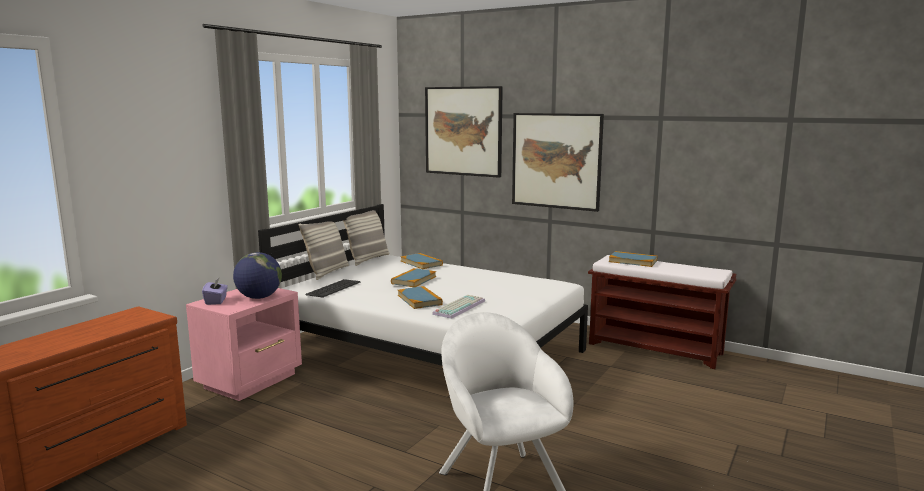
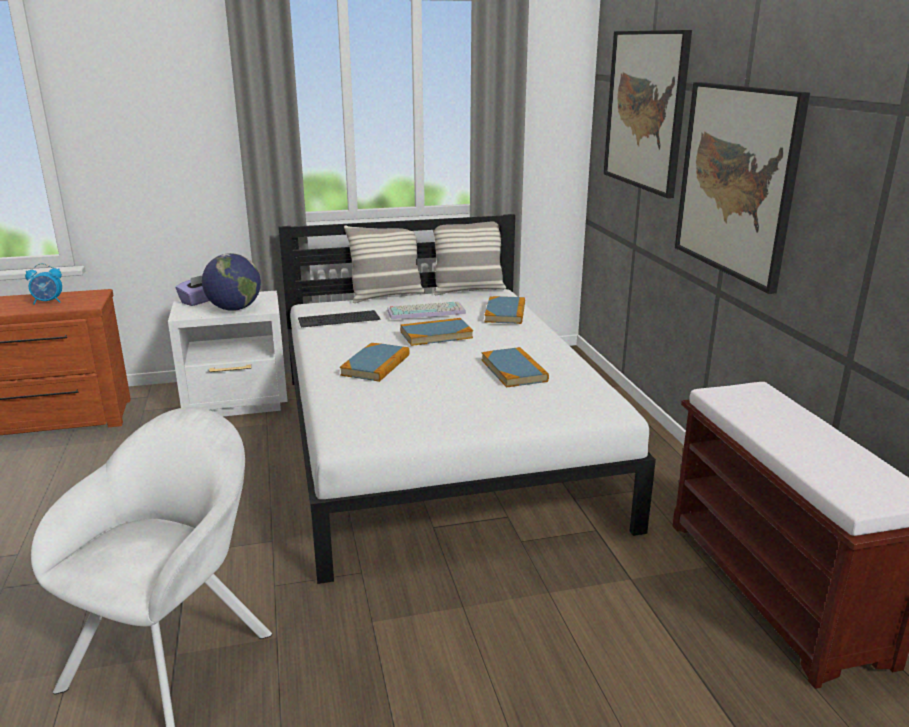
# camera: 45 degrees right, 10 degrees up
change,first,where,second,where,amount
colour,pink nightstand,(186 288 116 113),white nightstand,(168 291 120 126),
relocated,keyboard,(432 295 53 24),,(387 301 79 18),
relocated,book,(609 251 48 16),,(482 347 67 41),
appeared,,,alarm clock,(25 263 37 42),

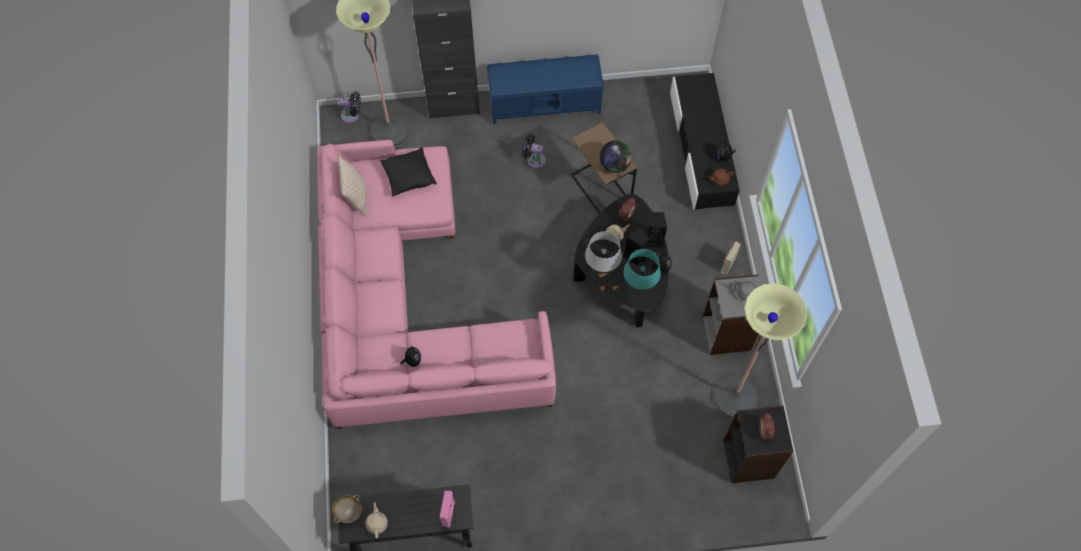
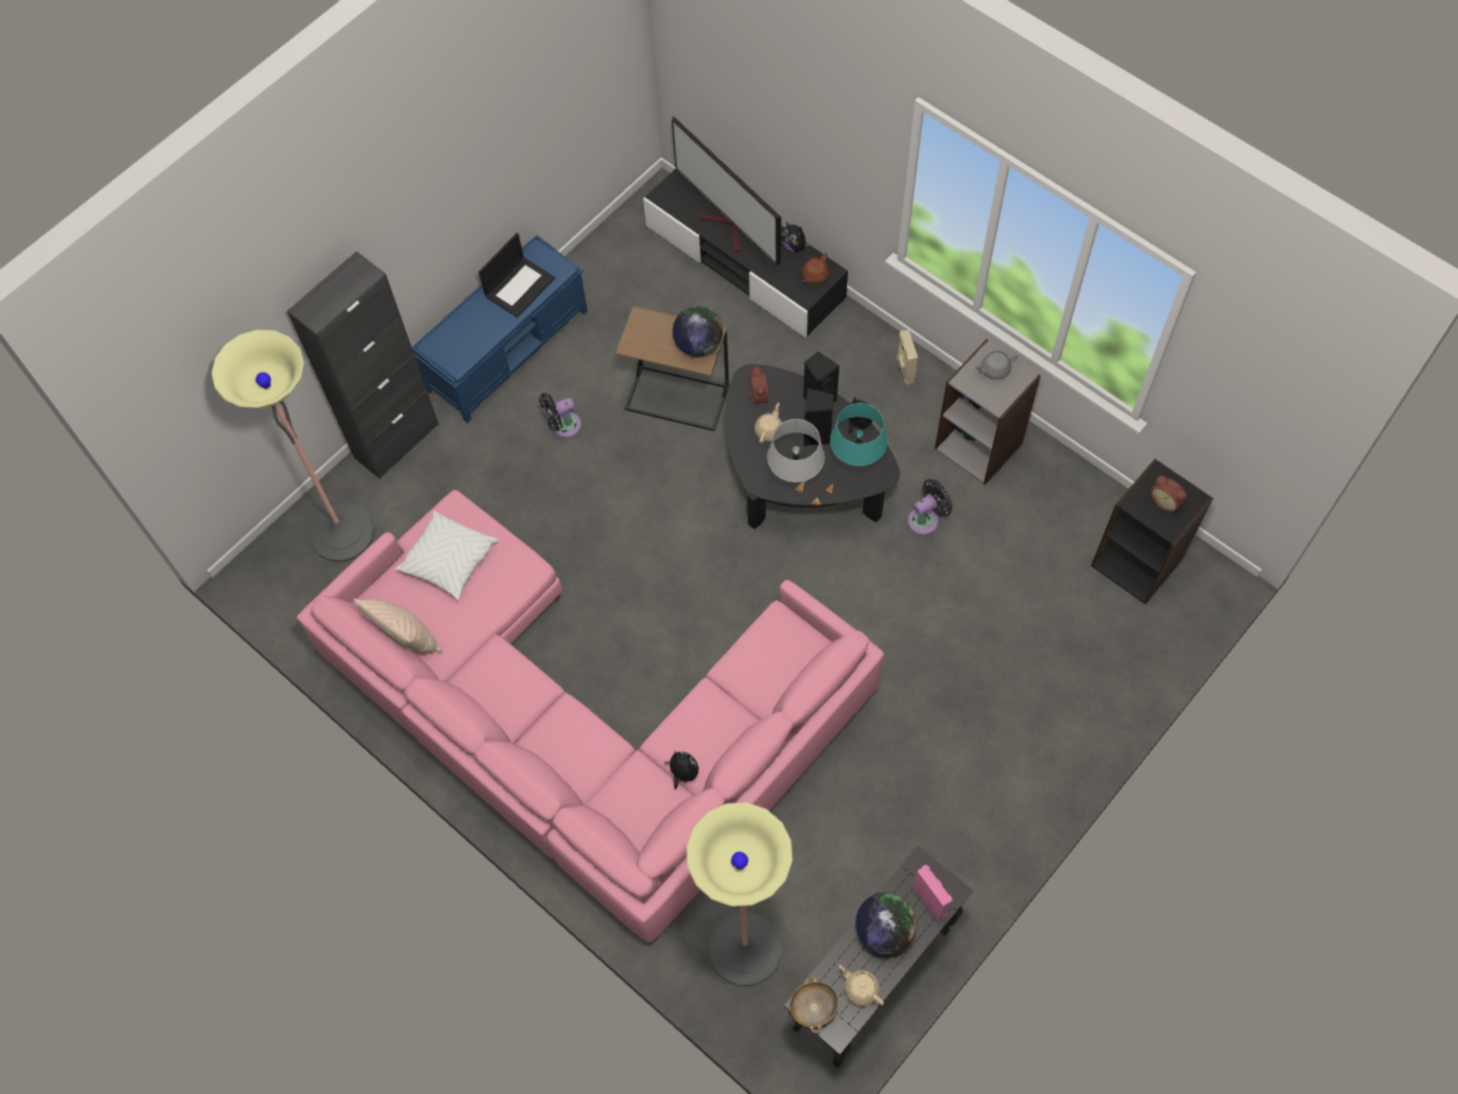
# camera: 40 degrees left, 0 degrees up
change,first,where,second,where,amount
relocated,black fan,(339 92 22 31),,(908 479 44 56),
colour,black pillow,(380 147 57 50),white pillow,(395 511 103 89),
relocated,floor lamp,(714 283 93 135),,(686 802 107 184),
appeared,,,laptop,(479 233 76 85),
appeared,,,television,(672 116 109 148),
appeared,,,globe,(856 892 61 63),

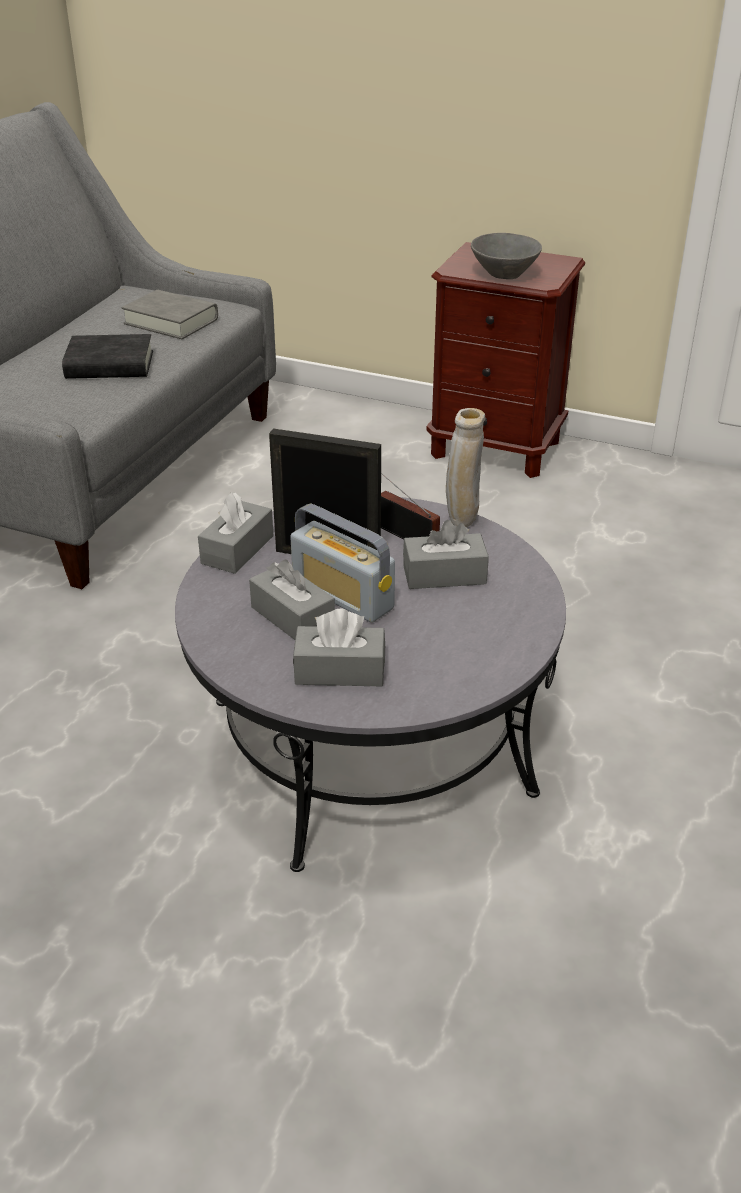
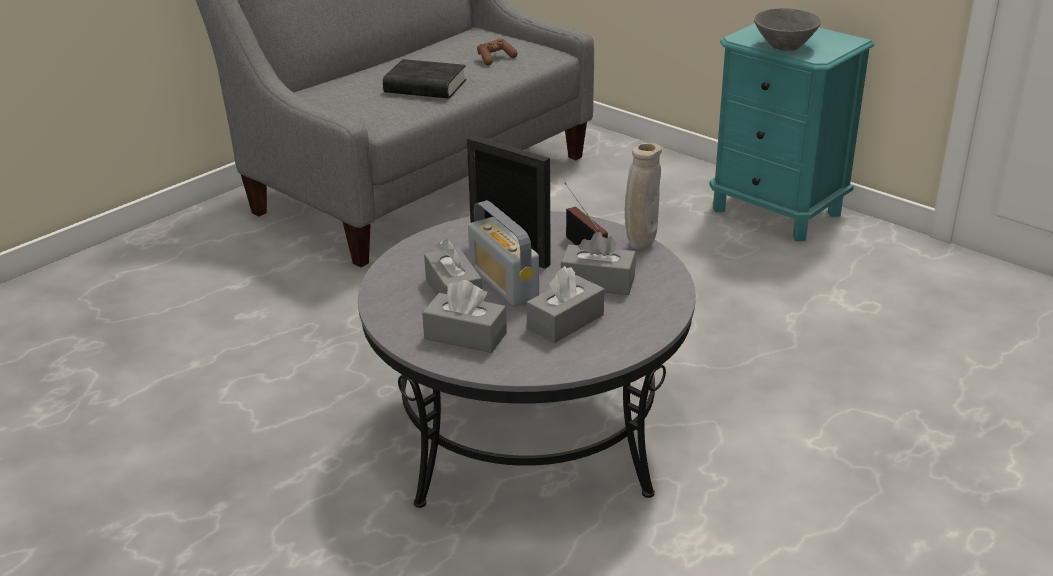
# camera: 20 degrees right, 5 degrees down
change,first,where,second,where,amount
exchanged,grey book,(121 290 97 49),brown game controller,(477 39 41 27),
relocated,grey tissue box,(198 492 76 82),,(526 266 78 77),
colour,brown nightstand,(426 242 159 236),turquoise nightstand,(709 24 165 217),

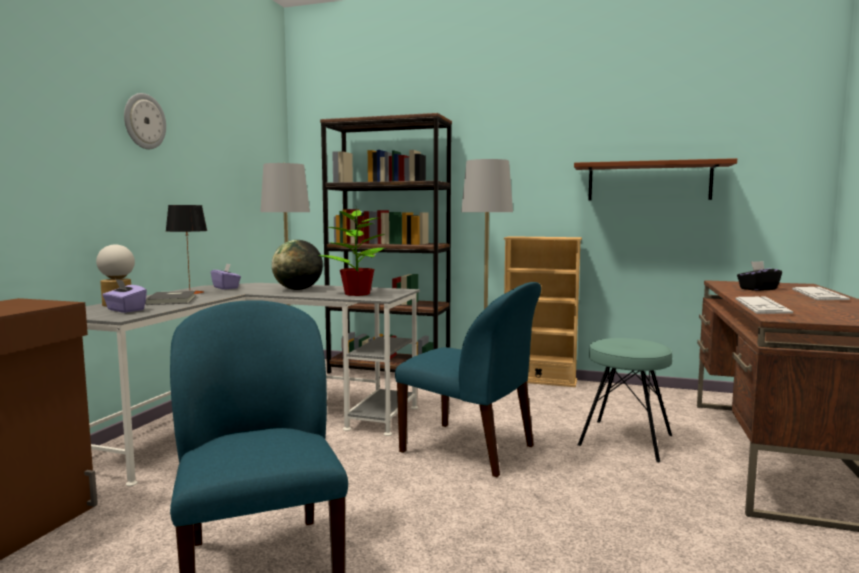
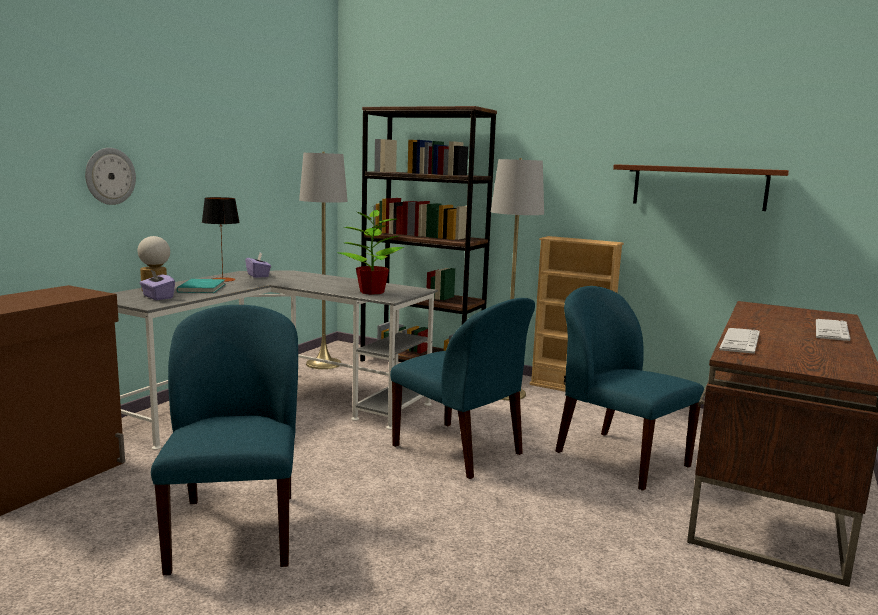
# camera: 10 degrees right, 5 degrees up
change,first,where,second,where,amount
relocated,wall clock,(124 93 42 56),,(85 148 51 57),
colour,grey book,(145 291 51 14),turquoise book,(177 279 48 14),
missing,globe,(272 240 51 50),,,
exchanged,turquoise stool,(578 338 94 124),blue chair,(555 286 149 205),
missing,black tissue box,(737 261 45 30),,,

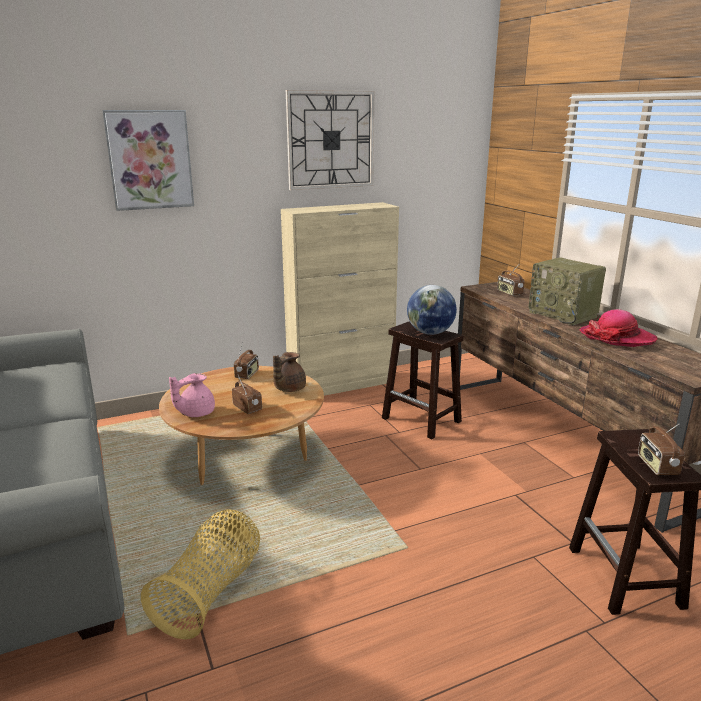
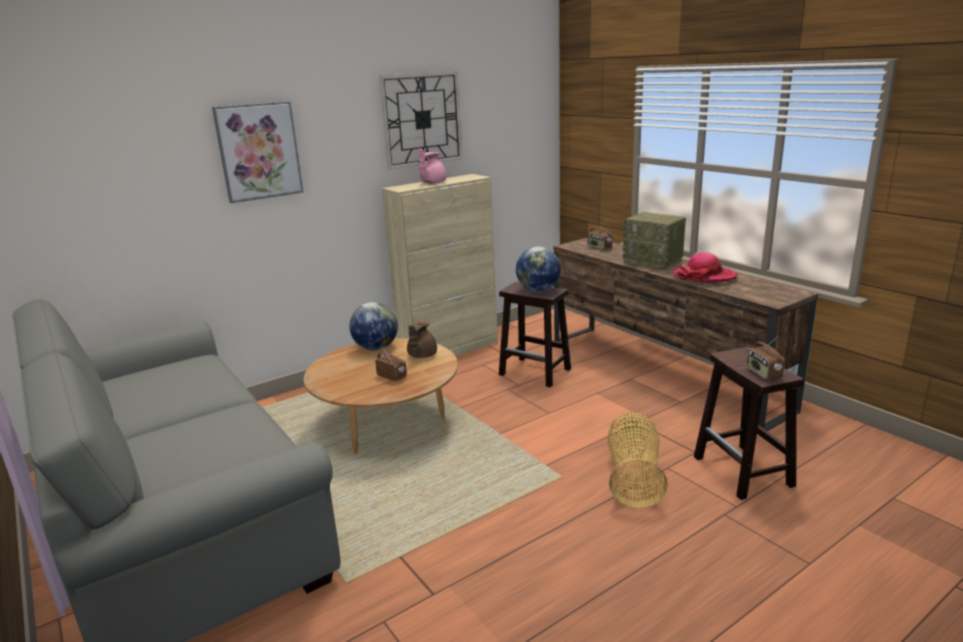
# camera: 10 degrees left, 0 degrees up
change,first,where,second,where,amount
relocated,basket,(141 509 119 131),,(607 412 61 96),
relocated,pink teapot,(169 373 46 44),,(418 149 28 34),
exchanged,radio,(234 342 25 37),globe,(349 302 49 48),

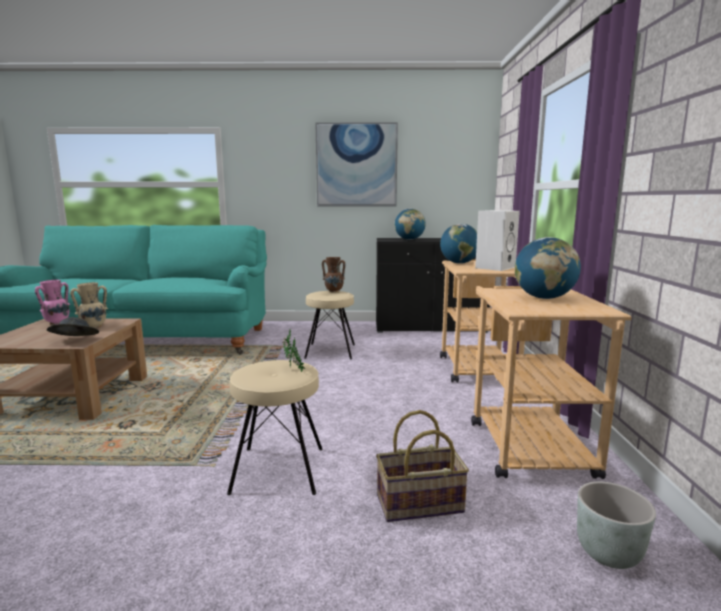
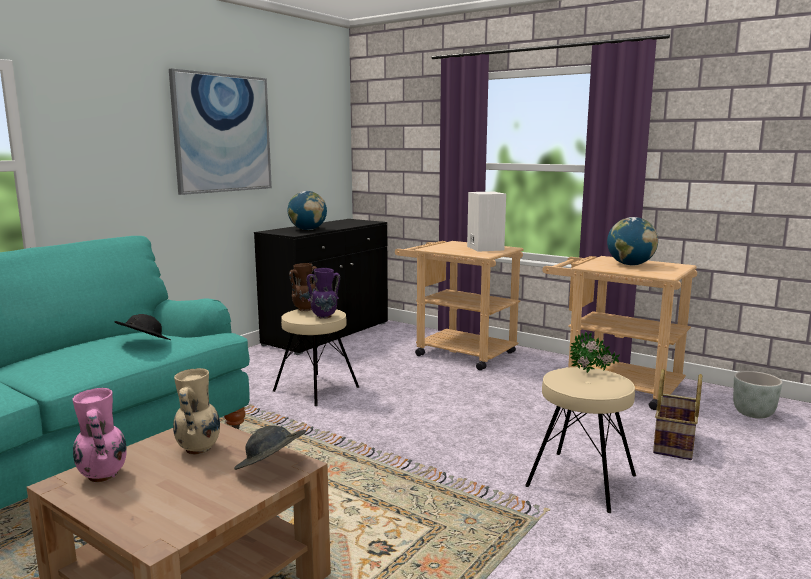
# camera: 55 degrees left, 0 degrees up
change,first,where,second,where,amount
missing,globe,(440 224 37 40),,,
appeared,,,black hat,(115 314 56 26),
appeared,,,purple vase,(307 268 33 51),

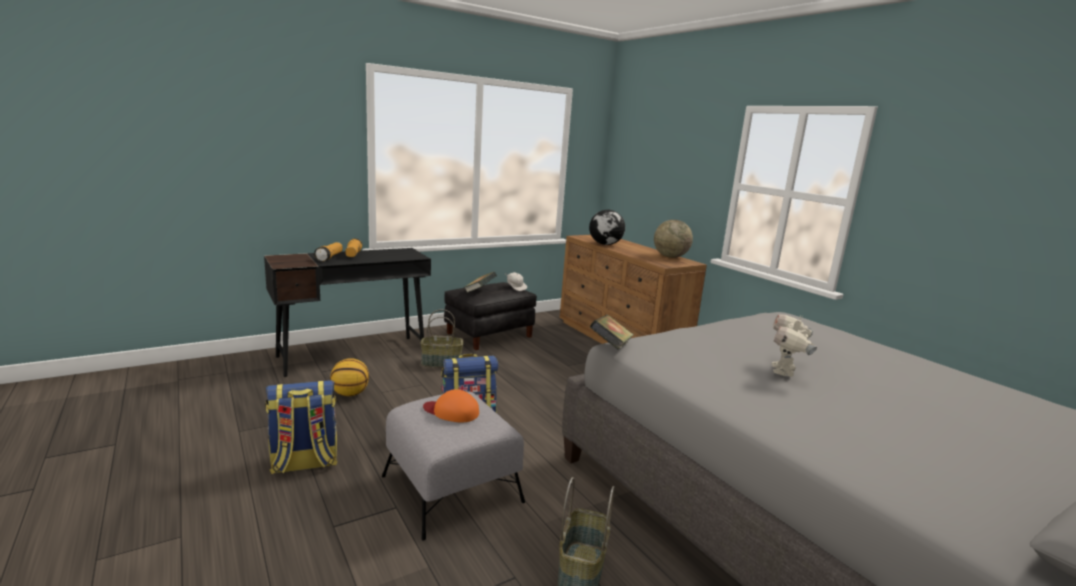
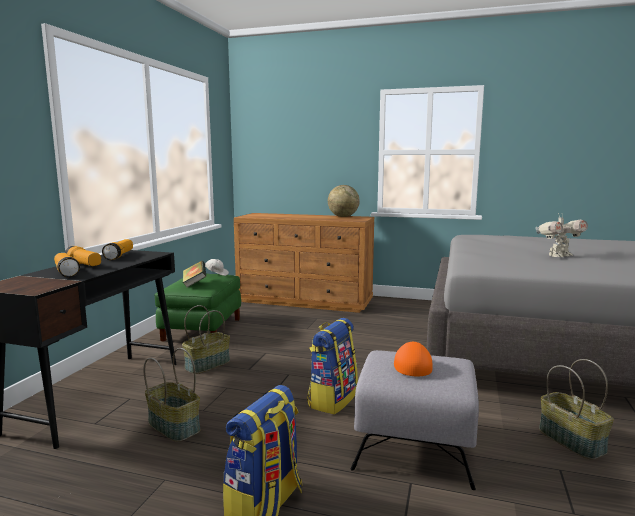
# camera: 40 degrees left, 5 degrees down
change,first,where,second,where,amount
exchanged,basketball,(330 358 39 38),basket,(144 348 56 94),
spun,orange cap,(423 389 56 34),,(394 342 39 34),120 degrees clockwise
colour,black ottoman,(444 282 93 68),green ottoman,(154 274 87 67),
missing,globe,(589 210 36 35),,,
missing,book,(590 315 44 34),,,
spun,toy robot,(772 314 45 63),,(535 213 53 44),90 degrees counterclockwise
appeared,,,flashlight,(102 239 31 21),

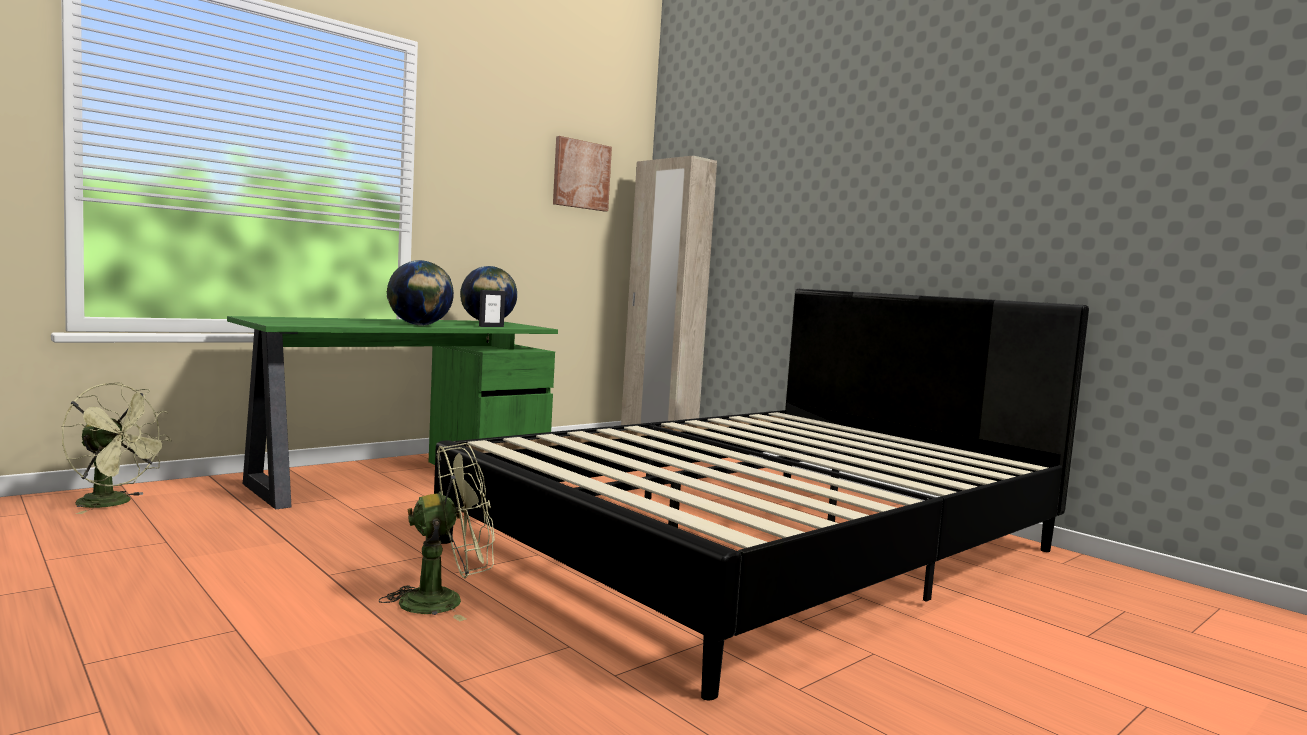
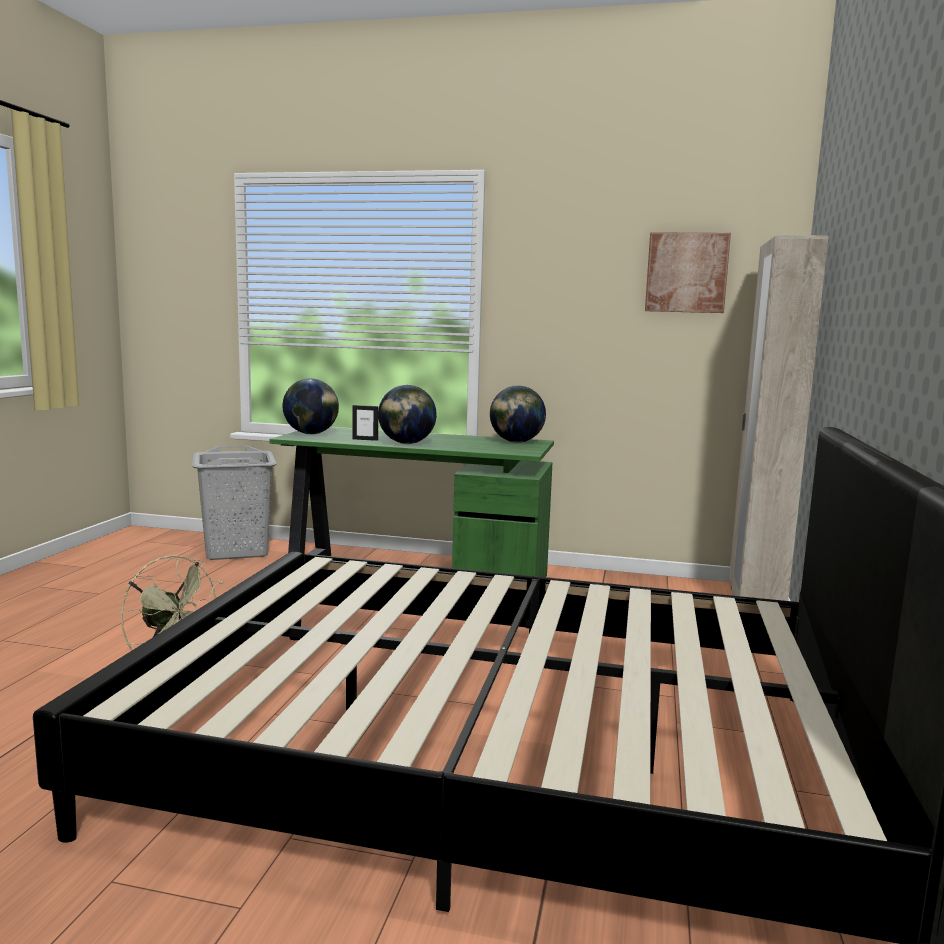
# camera: 55 degrees right, 5 degrees up
change,first,where,second,where,amount
exchanged,green fan,(62 382 109 132),grey laundry basket,(192 446 85 114),
relocated,picture frame,(479 290 26 37),,(352 405 26 36),
appeared,,,globe,(283 378 56 56),

